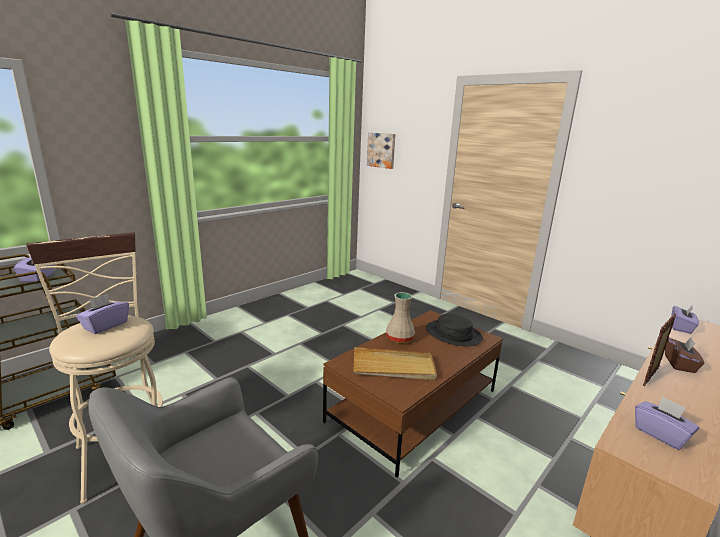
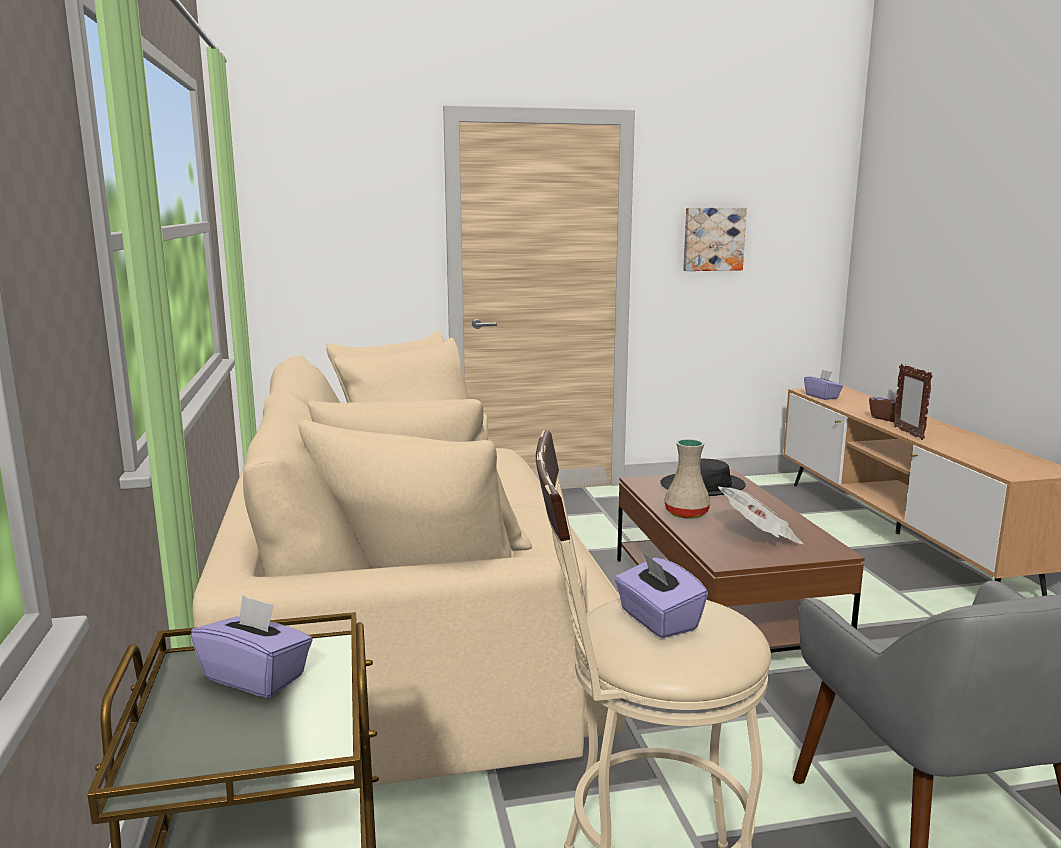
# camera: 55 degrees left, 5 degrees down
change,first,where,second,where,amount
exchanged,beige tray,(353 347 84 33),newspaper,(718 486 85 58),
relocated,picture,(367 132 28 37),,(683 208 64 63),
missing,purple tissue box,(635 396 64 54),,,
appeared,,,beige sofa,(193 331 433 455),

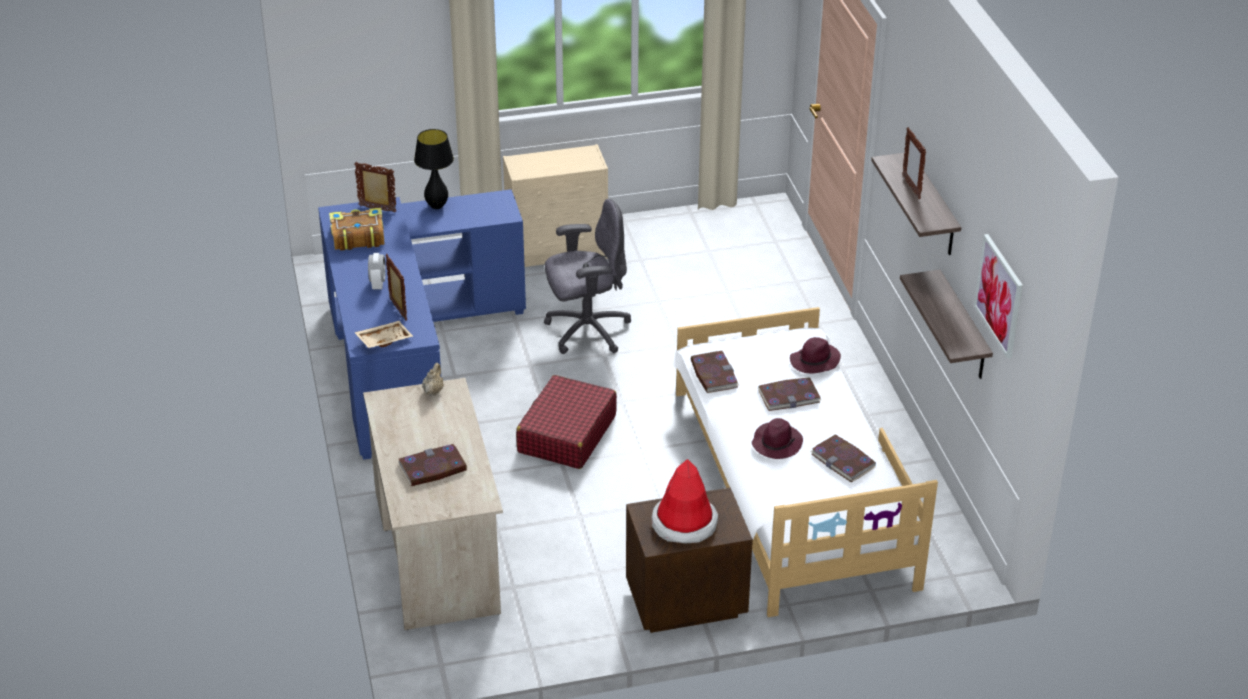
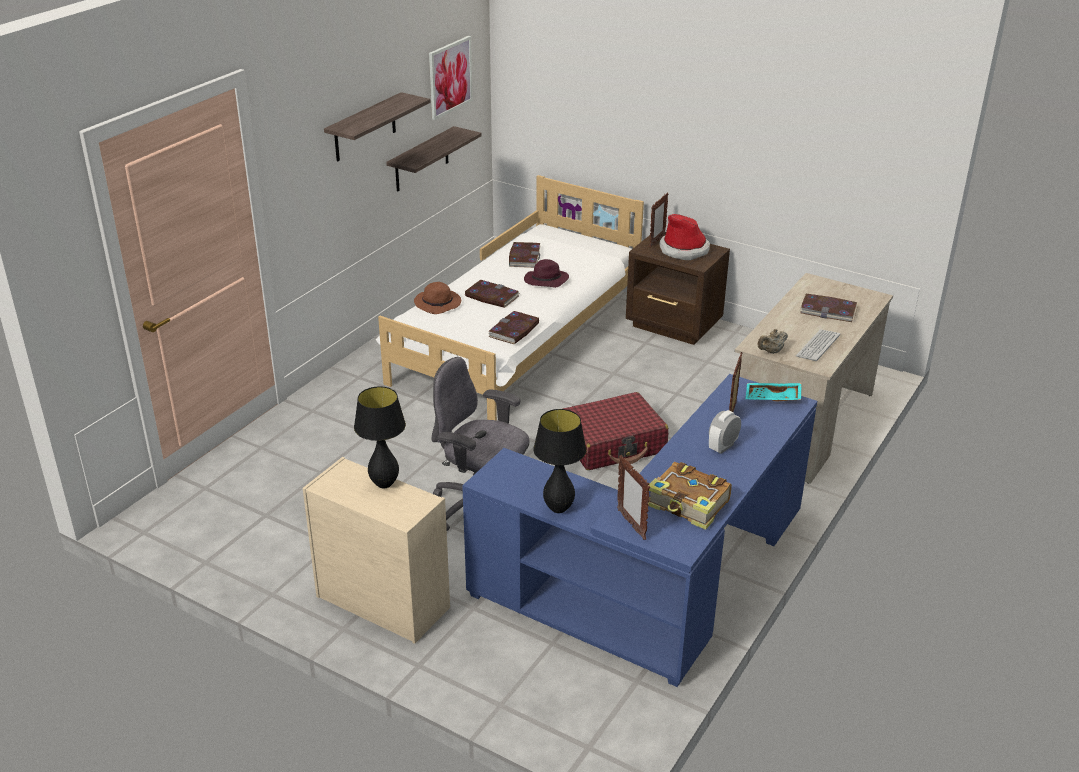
# camera: 135 degrees left, 5 degrees down
change,first,where,second,where,amount
colour,beige tray,(354 321 59 27),turquoise tray,(745 383 57 18),
colour,purple hat,(790 337 51 37),brown hat,(414 282 47 32),
relocated,picture frame,(902 127 24 72),,(650 192 18 56),
appeared,,,black table lamp,(354 386 52 102),
appeared,,,keyboard,(796 329 44 32),

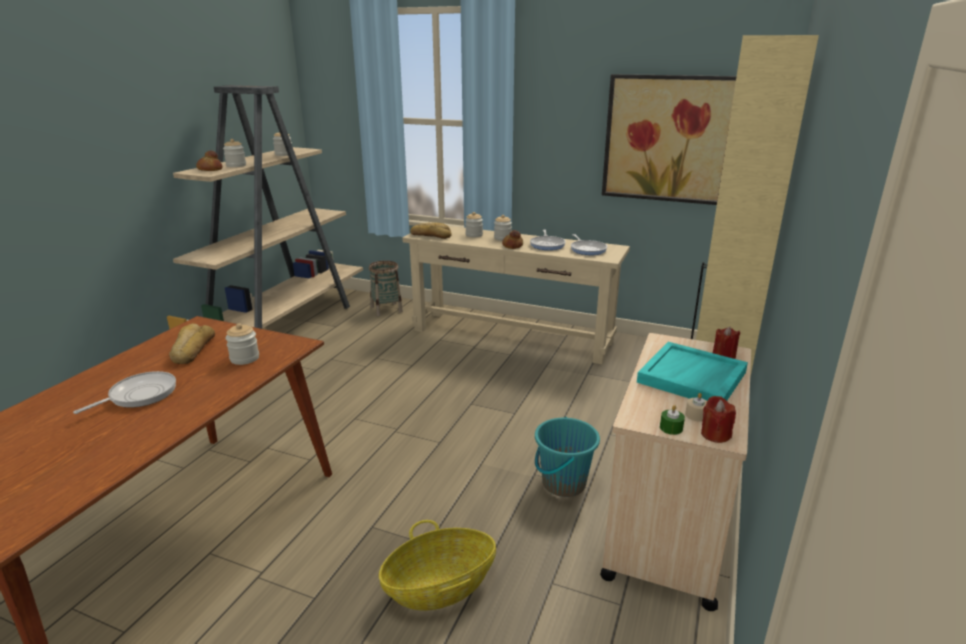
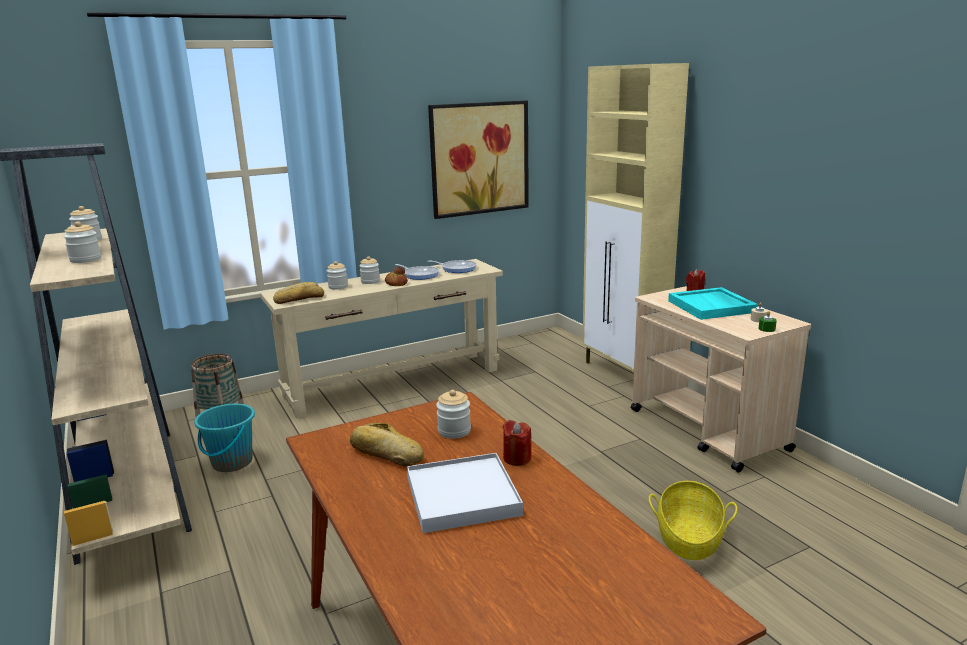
# camera: 50 degrees left, 5 degrees down
change,first,where,second,where,amount
exchanged,frying pan,(73 371 103 43),white tray,(407 453 116 80),
missing,bread,(196 151 26 20),,,
relocated,turquoise bucket,(535 416 65 81),,(194 404 61 68),
relocated,red candle,(701 396 35 47),,(503 420 28 46),

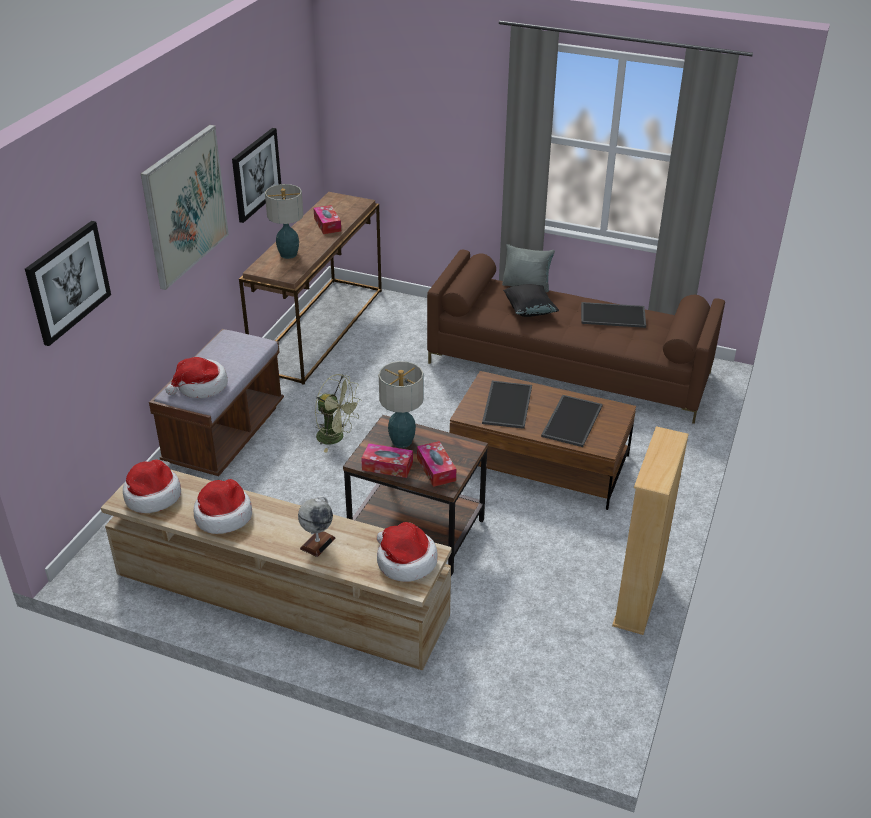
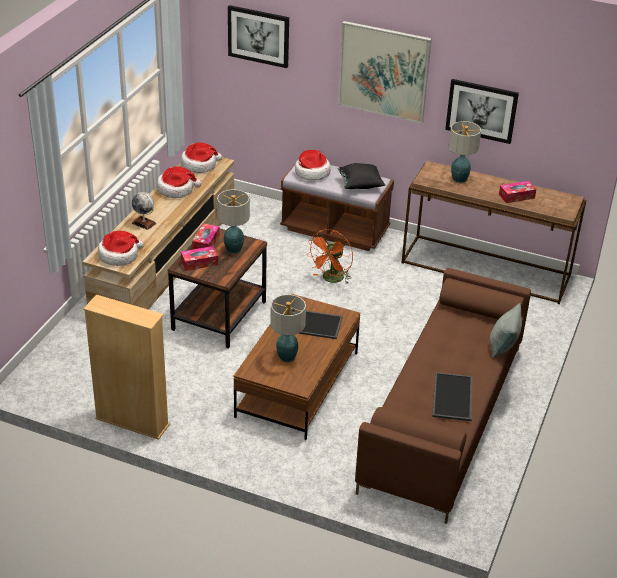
# camera: 90 degrees right, 0 degrees up
change,first,where,second,where,amount
colour,green fan,(315 374 47 78),orange fan,(308 229 45 55),
relocated,black pillow,(503 284 56 33),,(337 163 48 26),
exchanged,tray,(541 395 62 52),table lamp,(270 294 36 68),

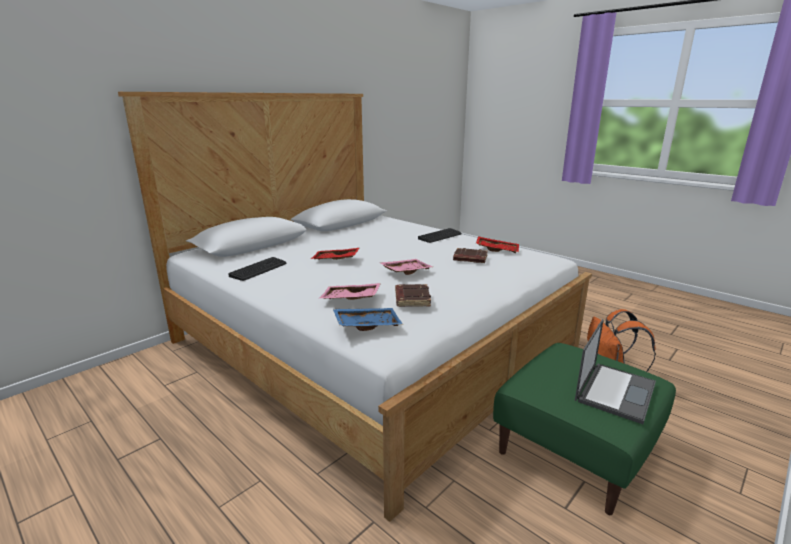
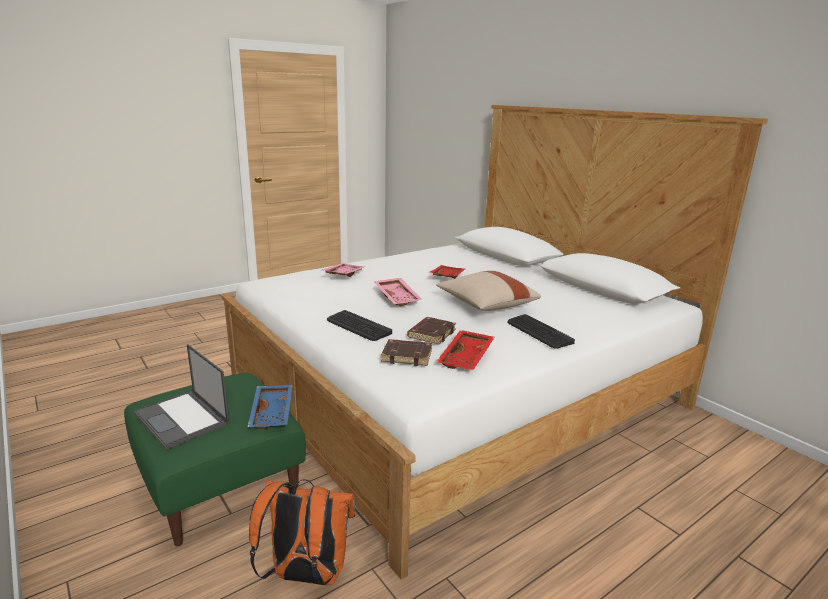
# camera: 100 degrees right, 0 degrees up
change,first,where,second,where,amount
relocated,keyboard,(228 257 58 24),,(327 310 65 31),
relocated,blue tray,(333 308 70 23),,(248 385 45 44),
relocated,brown book,(395 284 36 23),,(381 339 51 27),
appeared,,,beige pillow,(436 271 105 40),

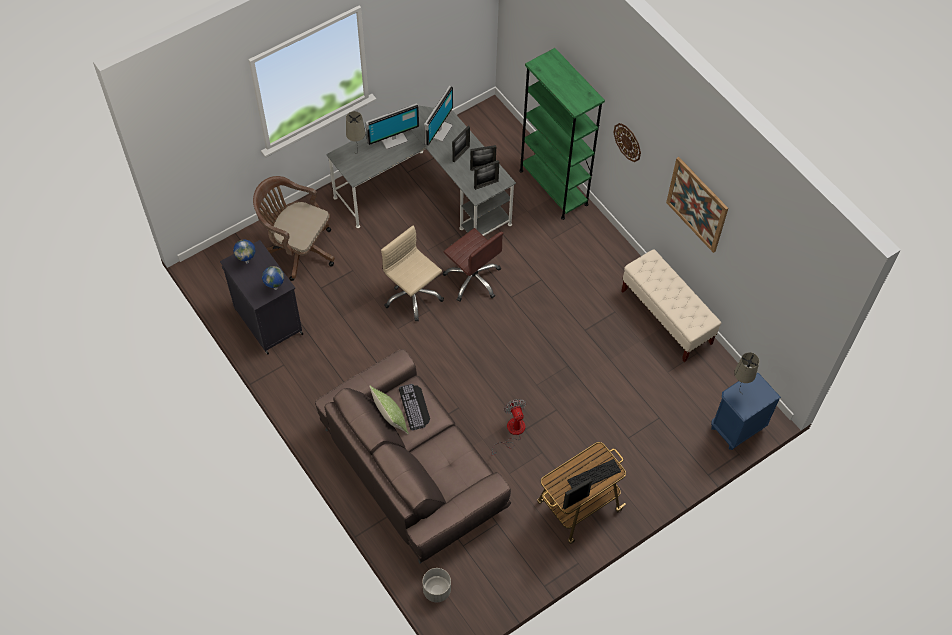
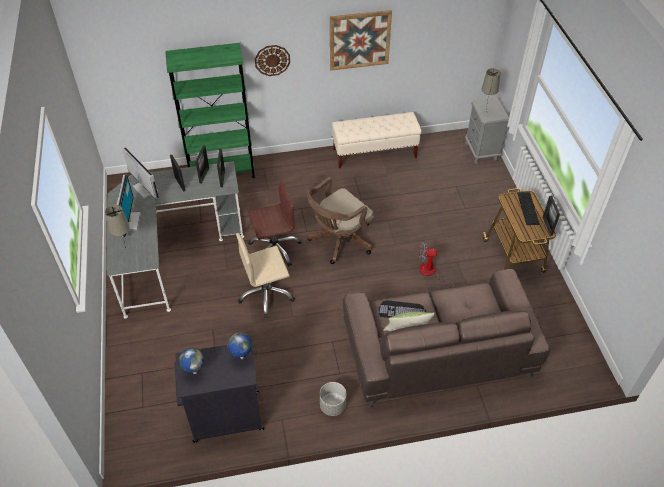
# camera: 65 degrees left, 10 degrees down
change,first,where,second,where,amount
relocated,brown office chair,(253 176 82 105),,(307 177 67 87),
relocated,grey planter,(422 568 29 34),,(320 382 26 34),
colour,blue nightstand,(711 373 70 77),grey nightstand,(465 97 44 67),

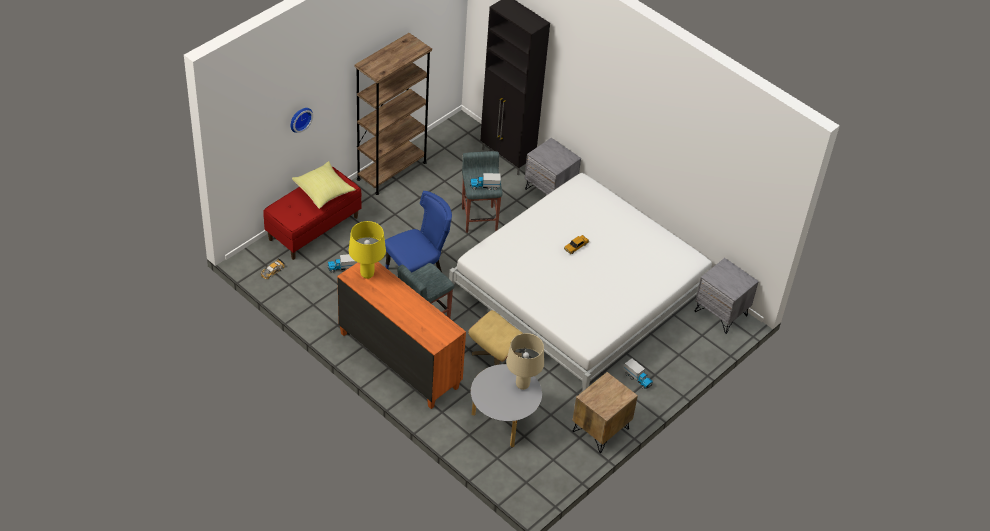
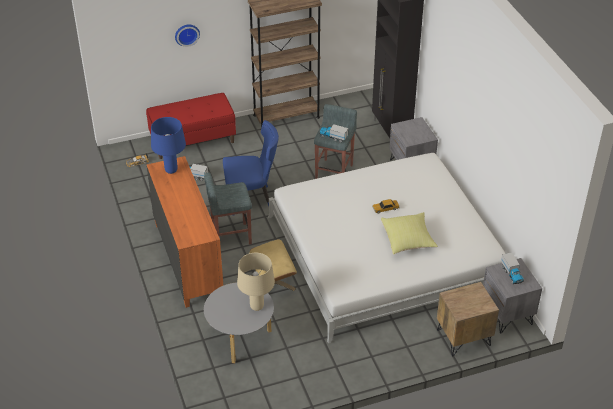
# camera: 30 degrees right, 5 degrees down
change,first,where,second,where,amount
relocated,yellow pillow,(292 161 64 48),,(381 212 57 42),
colour,yellow table lamp,(349 221 37 58),blue table lamp,(151 117 35 57),
relocated,brown nightstand,(572 372 66 81),,(437 282 62 74),
relocated,toy truck,(624 358 29 31),,(501 252 23 32),

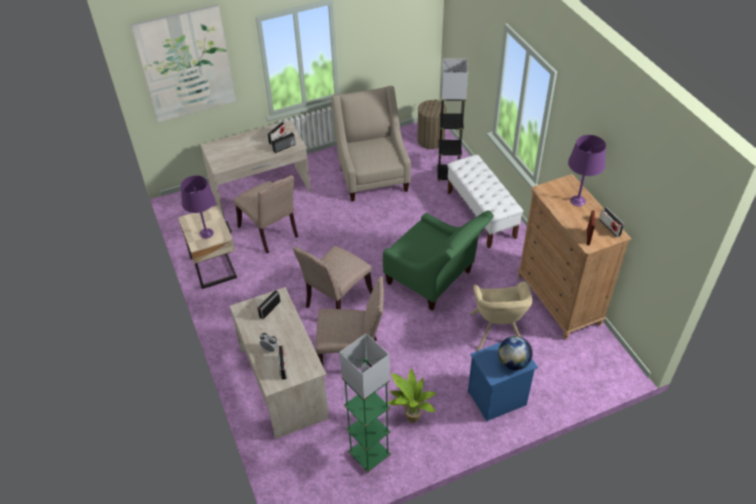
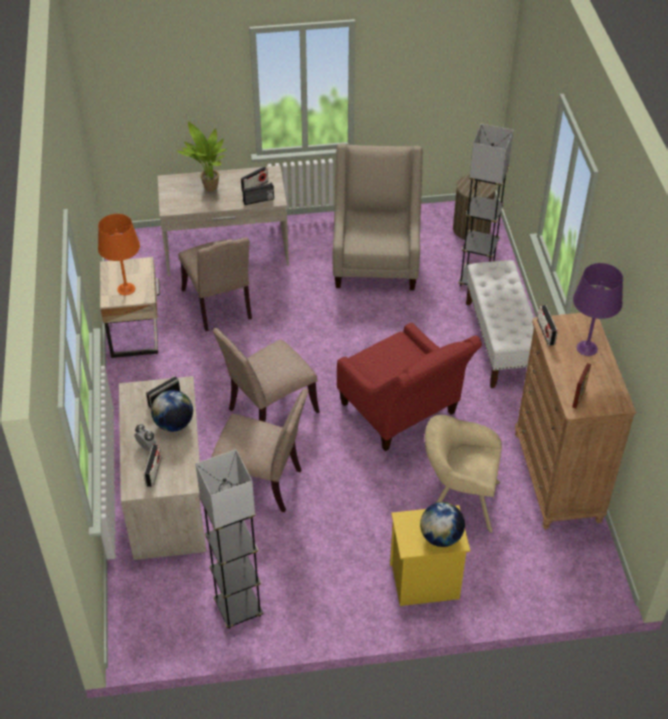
# camera: 15 degrees right, 0 degrees up
change,first,where,second,where,amount
missing,picture,(131 4 105 118),,,
colour,purple table lamp,(181 175 34 64),orange table lamp,(98 214 42 81),
colour,green floor lamp,(340 333 51 140),grey floor lamp,(196 449 67 180),
colour,green armchair,(383 210 111 100),red armchair,(337 323 145 128),
relocated,potted plant,(388 369 49 54),,(177 121 50 71),
colour,blue nightstand,(468 342 70 79),yellow nightstand,(390 505 80 101),
spun,beige armchair,(470 282 62 69),,(425 415 77 118),90 degrees clockwise
relocated,radio,(599 207 25 30),,(537 305 21 41),
appeared,,,globe,(151 390 42 42),

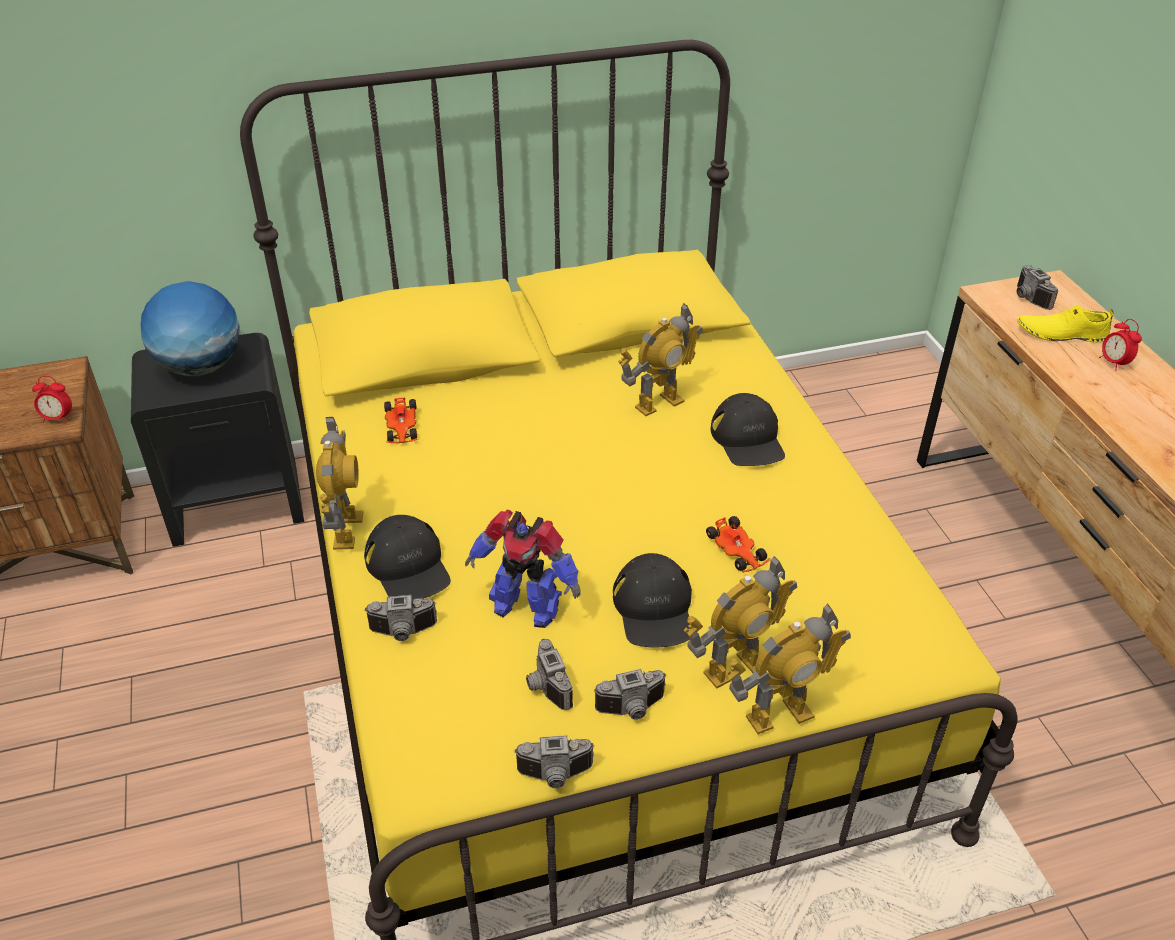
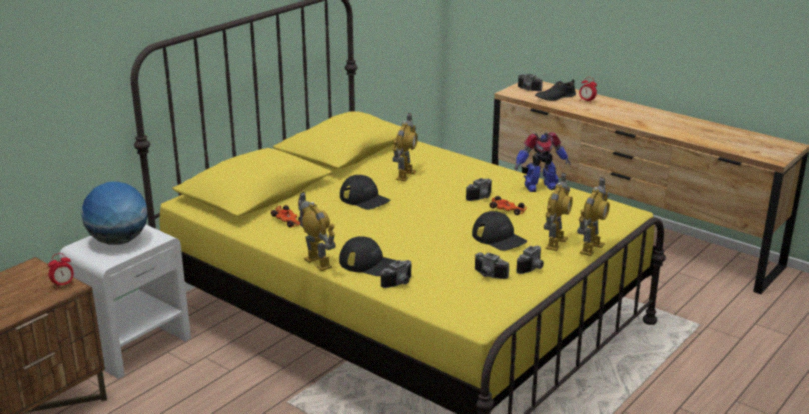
# camera: 35 degrees left, 15 degrees down
change,first,where,second,where,amount
colour,black nightstand,(131 333 173 214),white nightstand,(59 225 132 154),
relocated,toy robot,(465 510 116 118),,(515 132 55 60),
relocated,photo camera,(514 735 80 53),,(466 178 26 23),
relocated,black cap,(711 393 74 73),,(340 175 50 35),
colour,yellow shoe,(1017 305 97 37),black shoe,(535 79 41 22),

